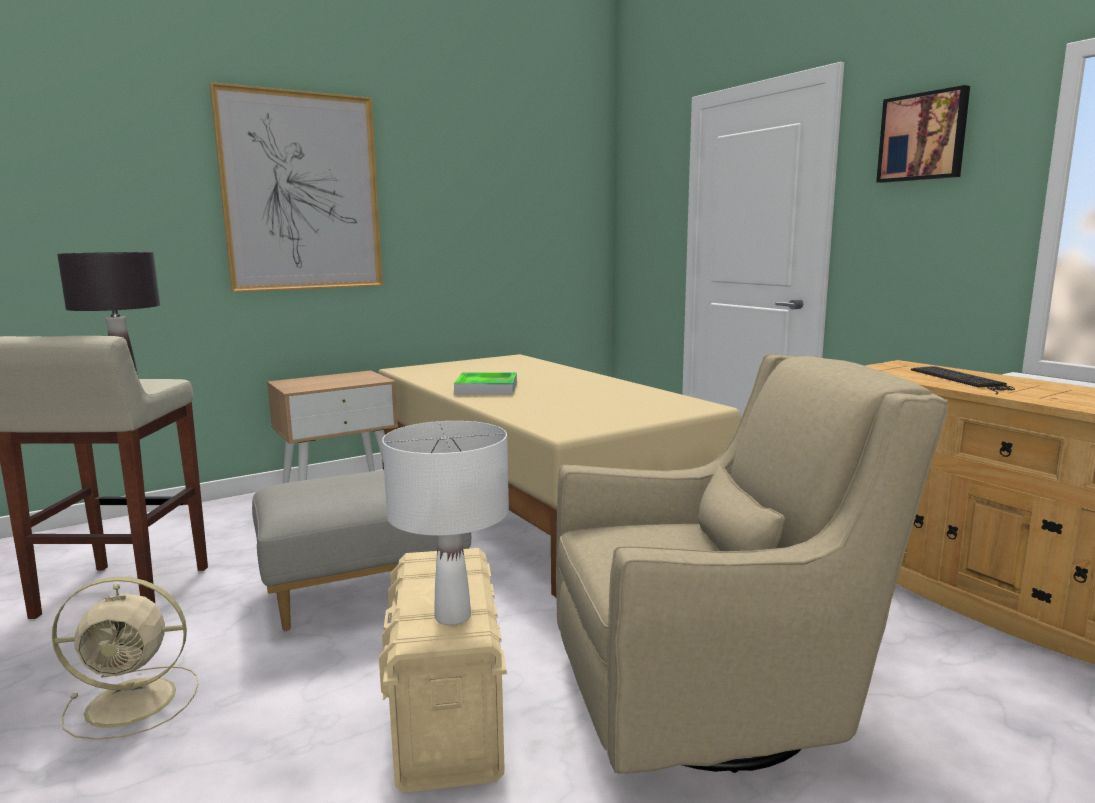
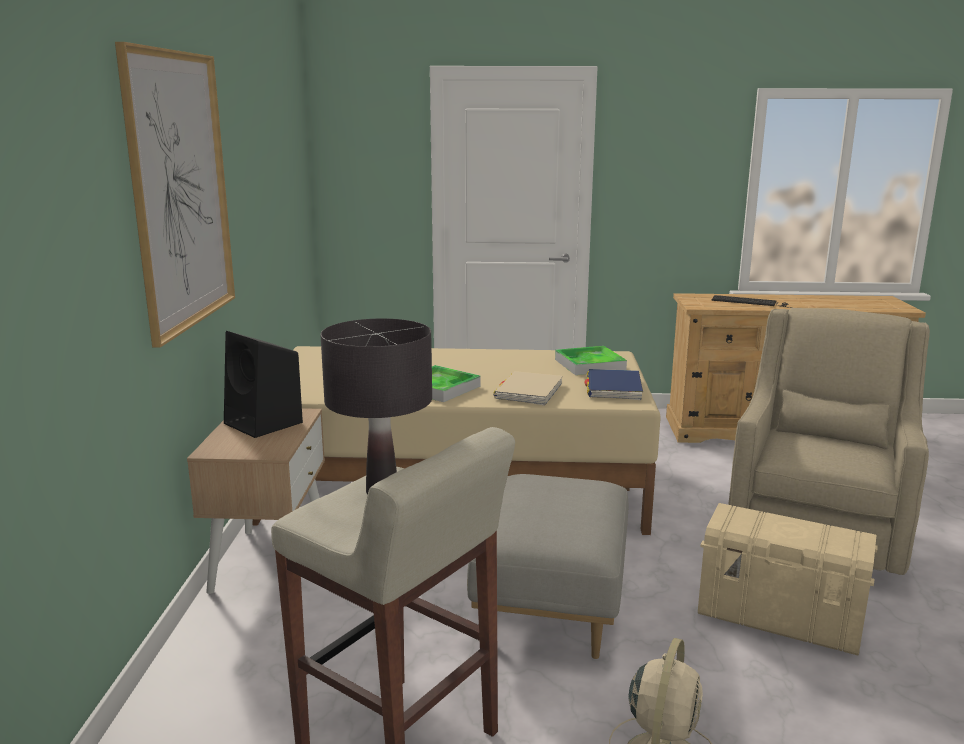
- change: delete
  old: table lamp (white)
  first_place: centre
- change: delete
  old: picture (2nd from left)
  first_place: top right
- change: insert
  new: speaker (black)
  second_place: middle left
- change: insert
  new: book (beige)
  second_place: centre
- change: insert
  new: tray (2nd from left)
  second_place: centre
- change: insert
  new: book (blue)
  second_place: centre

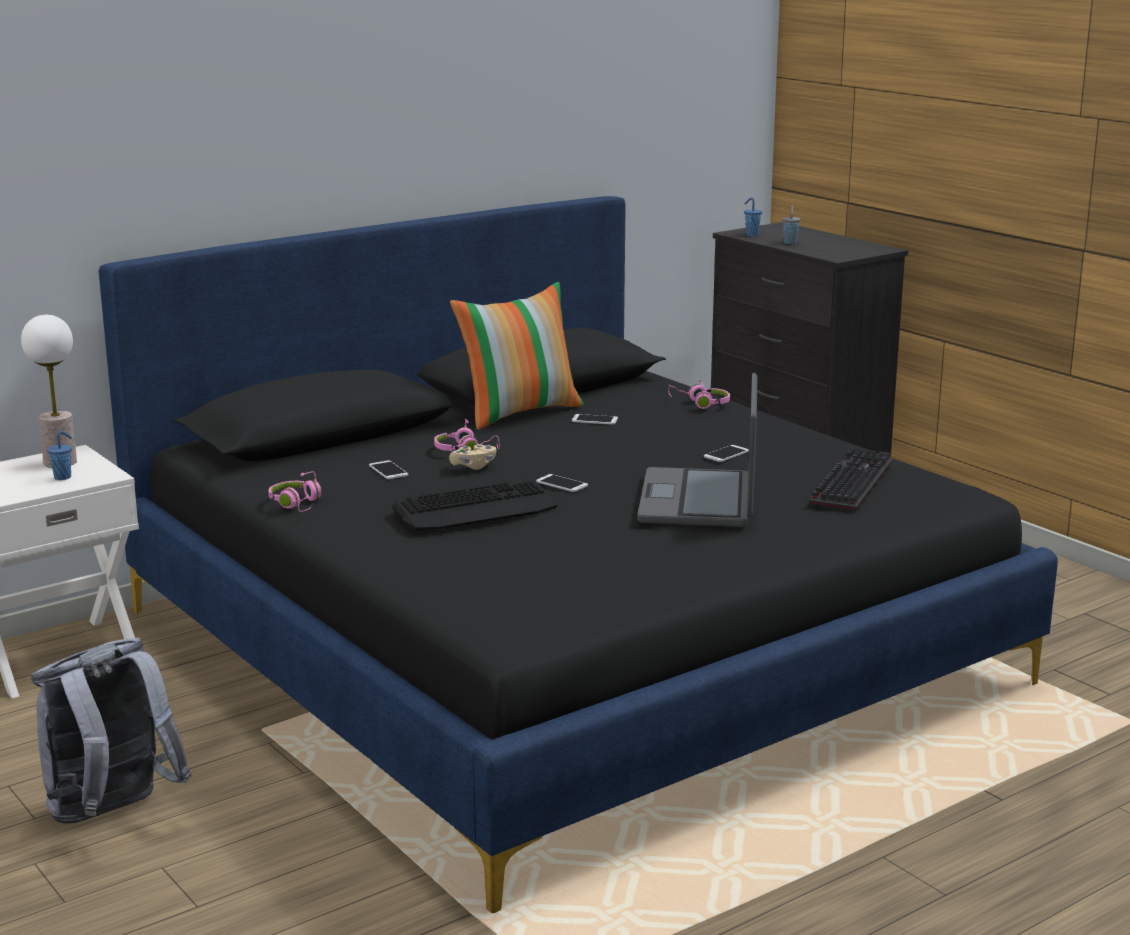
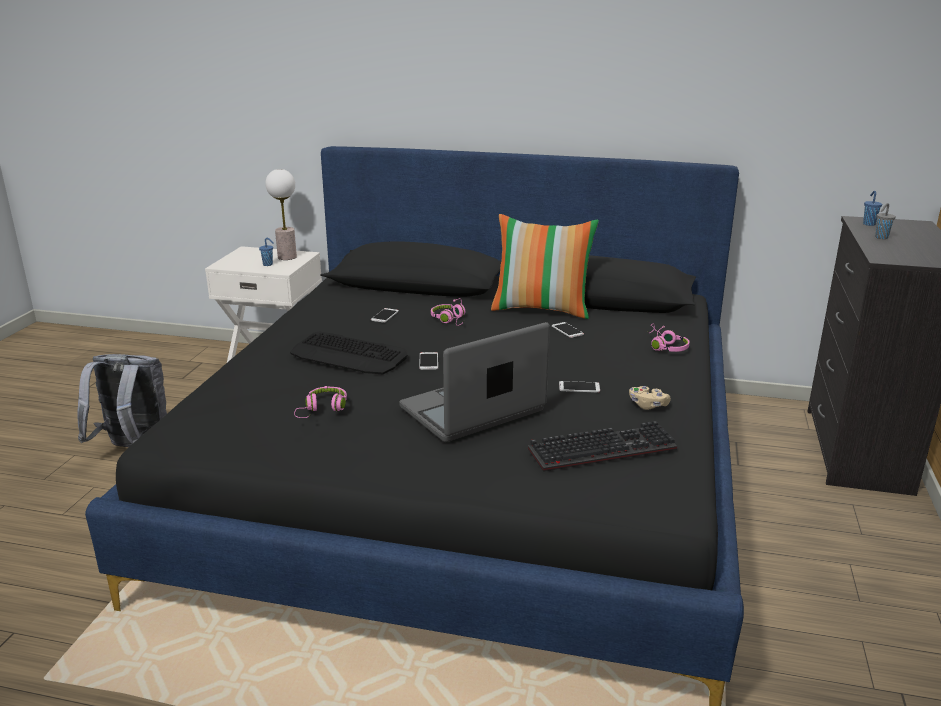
- change: move
  old: headphones (pink) (1st from left)
  first_place: middle left
  second_place: centre
- change: move
  old: game controller (beige)
  first_place: centre
  second_place: middle right

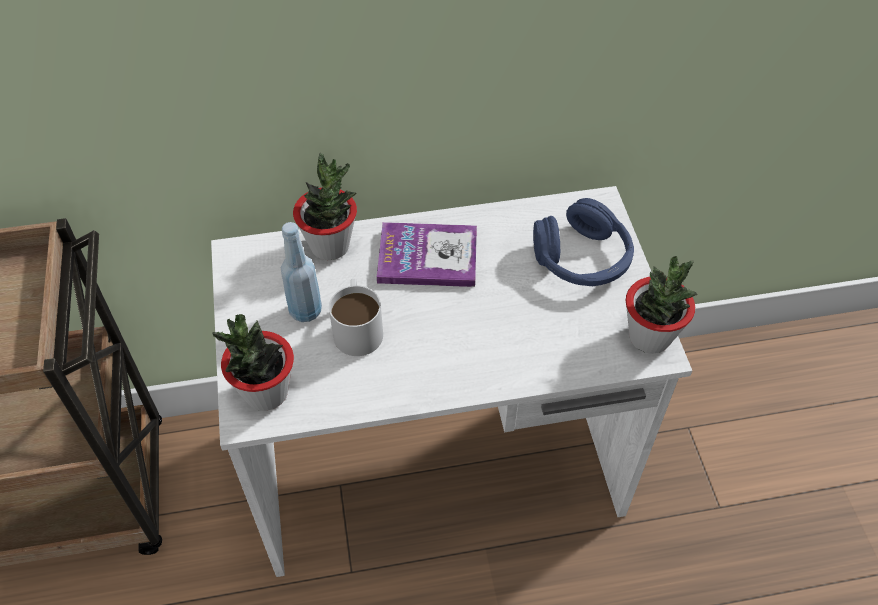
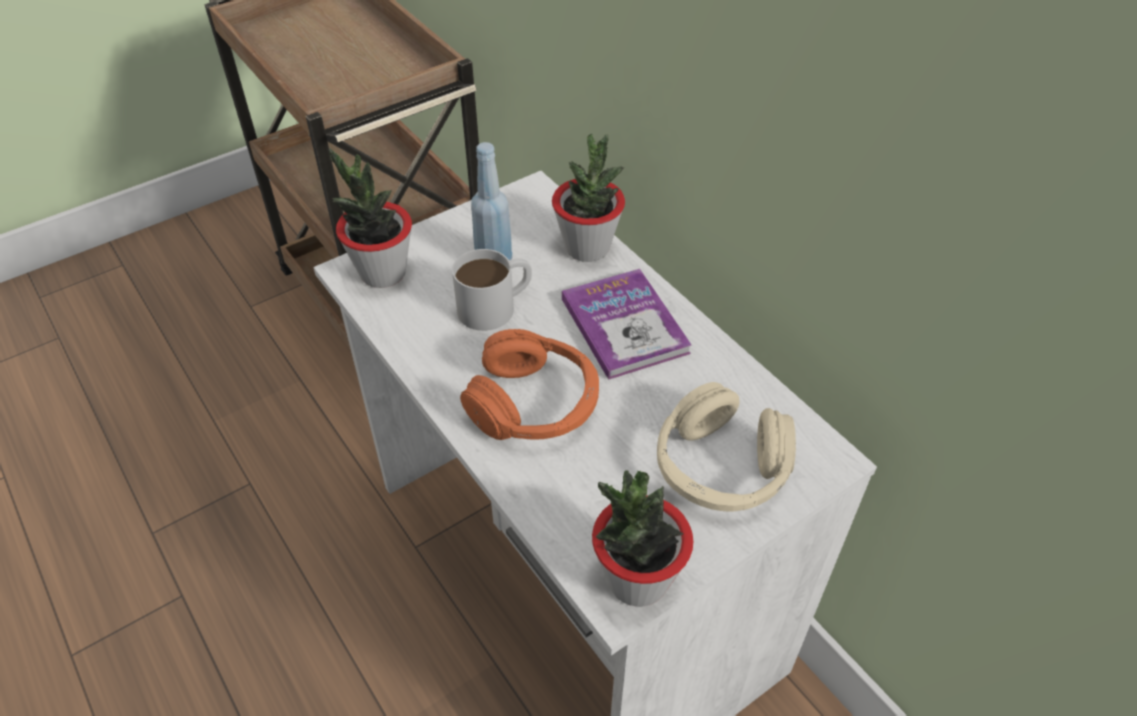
- change: recolor
  old: headphones (blue)
  new: headphones (beige)
  first_place: centre
  second_place: centre
- change: insert
  new: headphones (orange)
  second_place: centre

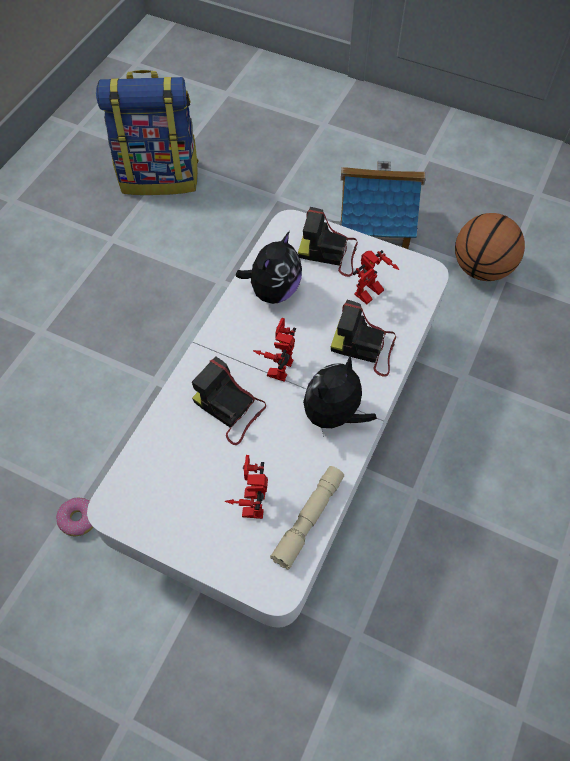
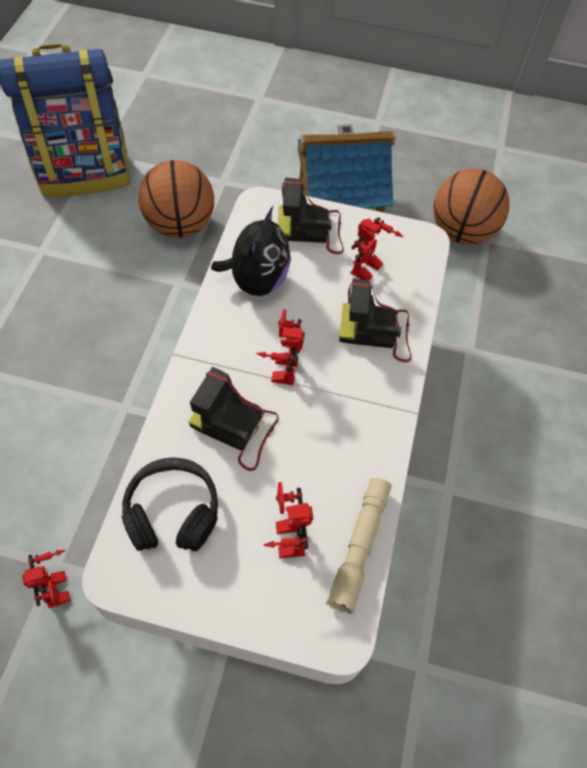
- change: replace
  old: donut
  new: toy robot (1st from left)
  first_place: bottom left
  second_place: bottom left
- change: delete
  old: plush toy (2nd from left)
  first_place: centre
- change: insert
  new: headphones (black)
  second_place: middle left
- change: insert
  new: basketball (1st from left)
  second_place: top left

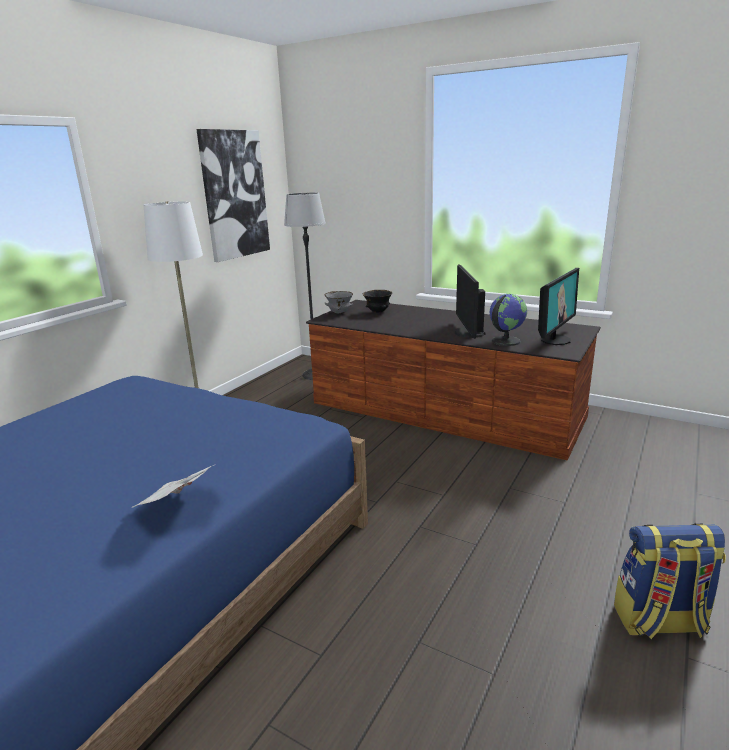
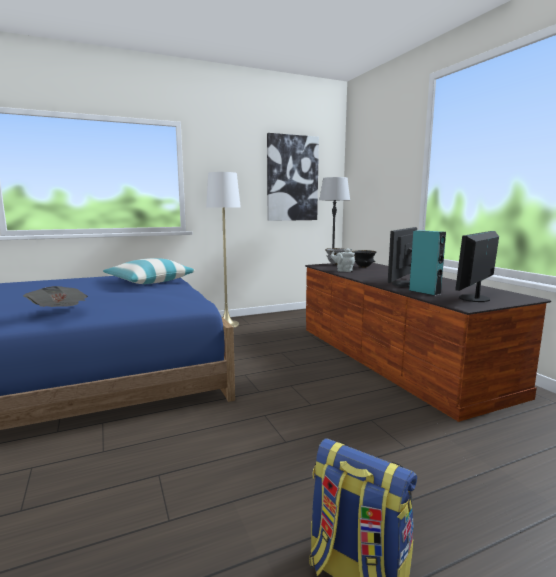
- change: replace
  old: globe
  new: speaker (turquoise)
  first_place: middle right
  second_place: middle right
- change: rotate
  old: monitor (2nd from left)
  first_place: middle right
  second_place: middle right
  degrees: 150
- change: insert
  new: pillow
  second_place: middle left
- change: insert
  new: teapot (grey)
  second_place: centre

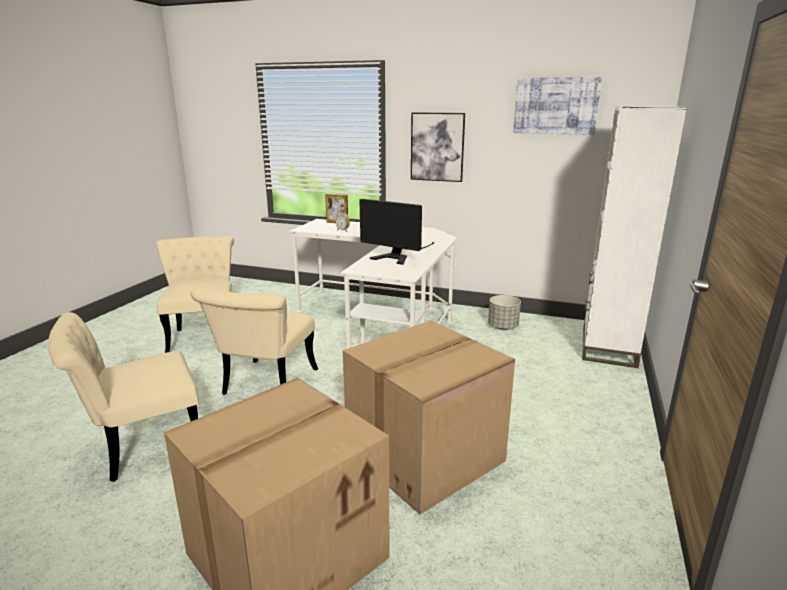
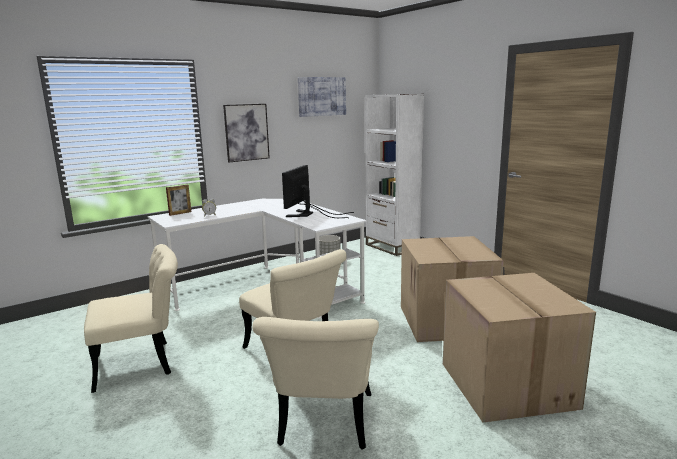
- change: rotate
  old: chair (beige) (2nd from left in the first image)
  first_place: middle left
  second_place: bottom left
  degrees: 135
- change: rotate
  old: monitor
  first_place: centre
  second_place: centre
  degrees: 135

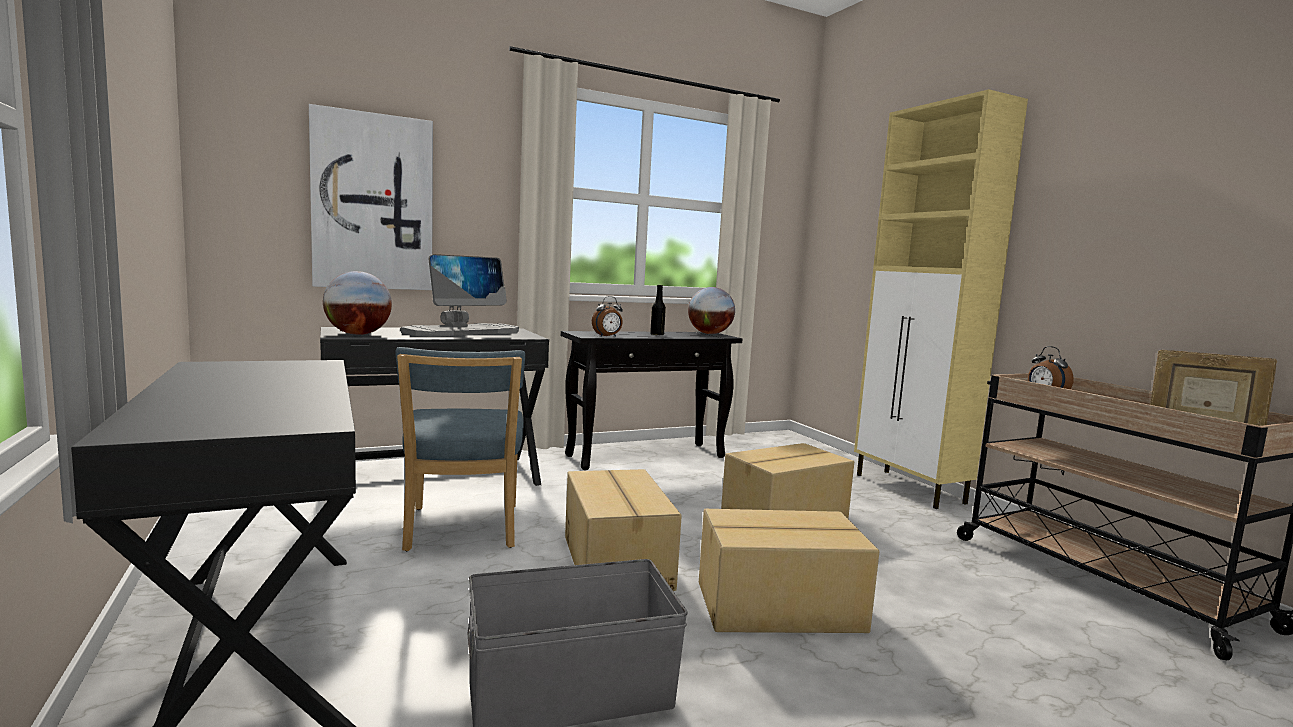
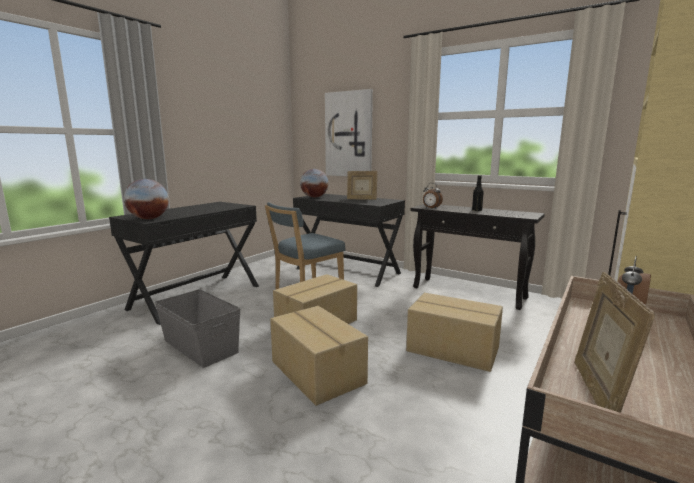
- change: replace
  old: monitor
  new: picture frame (1st from left)
  first_place: centre
  second_place: centre
- change: move
  old: globe (2nd from left in the first image)
  new: globe (1st from left)
  first_place: centre
  second_place: middle left

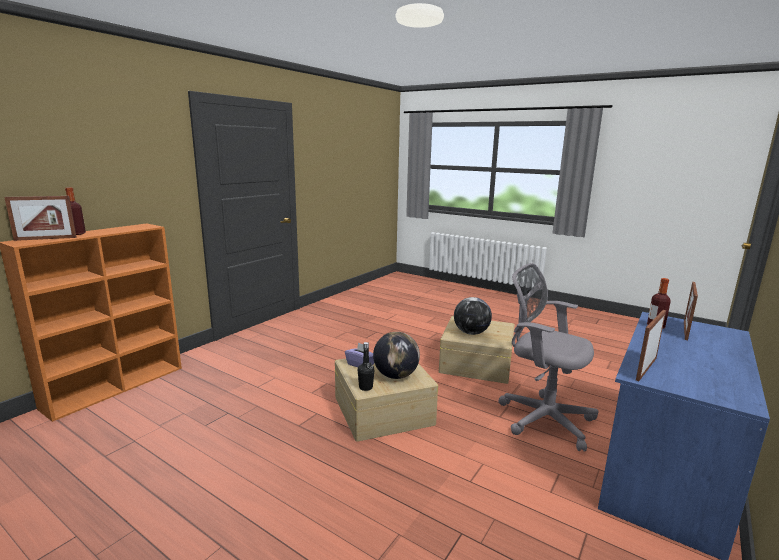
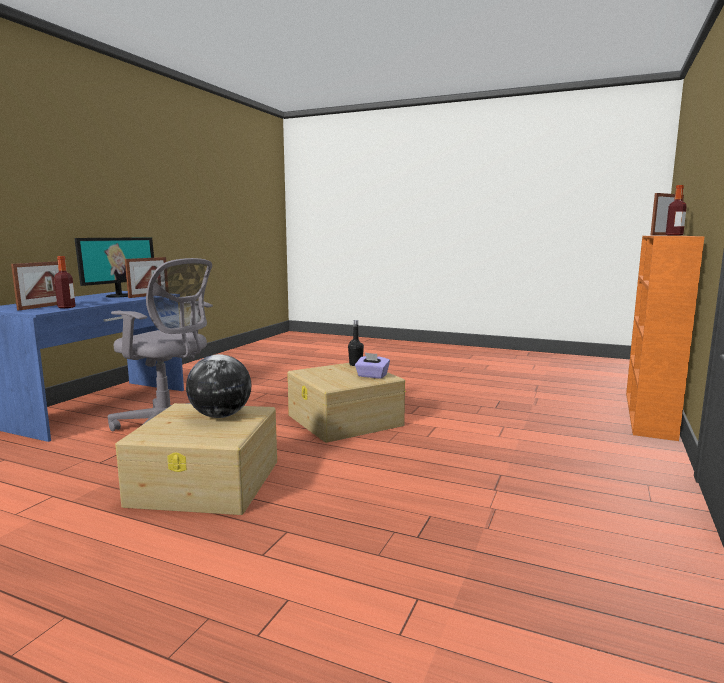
- change: delete
  old: globe (1st from left)
  first_place: centre
- change: insert
  new: monitor
  second_place: middle left

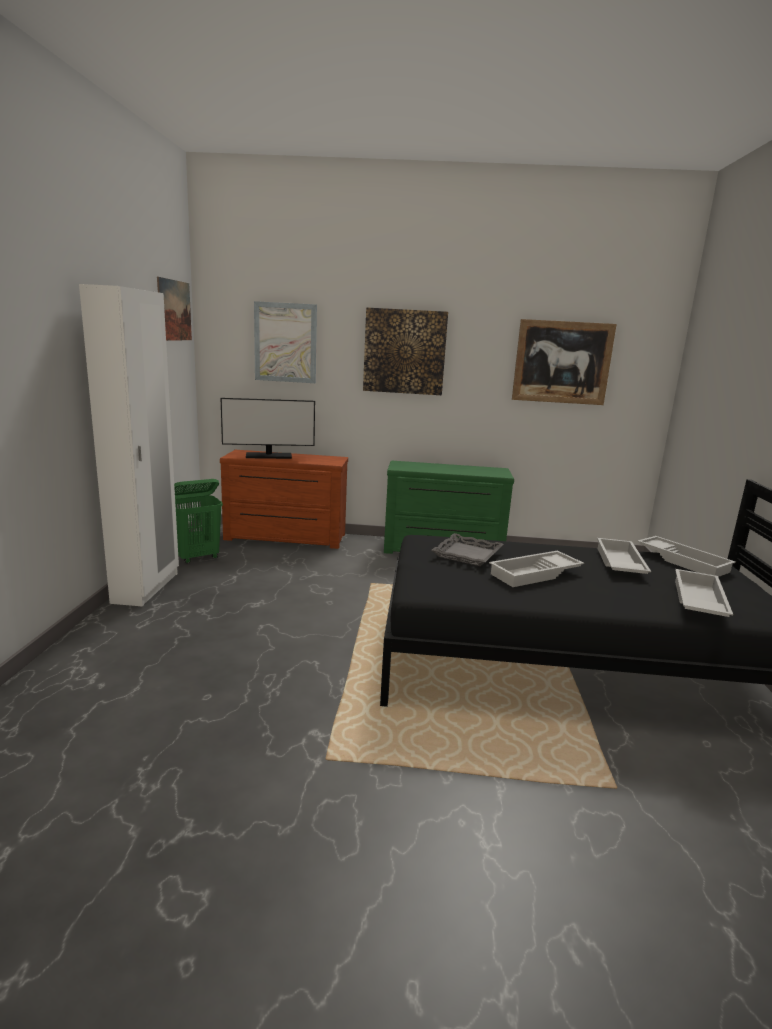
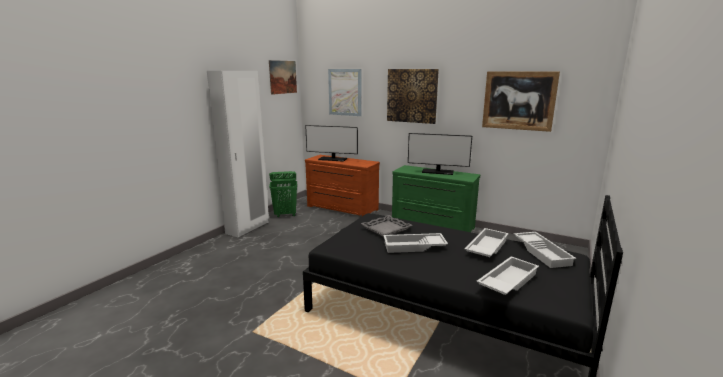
- change: insert
  new: monitor (2nd from left)
  second_place: centre

